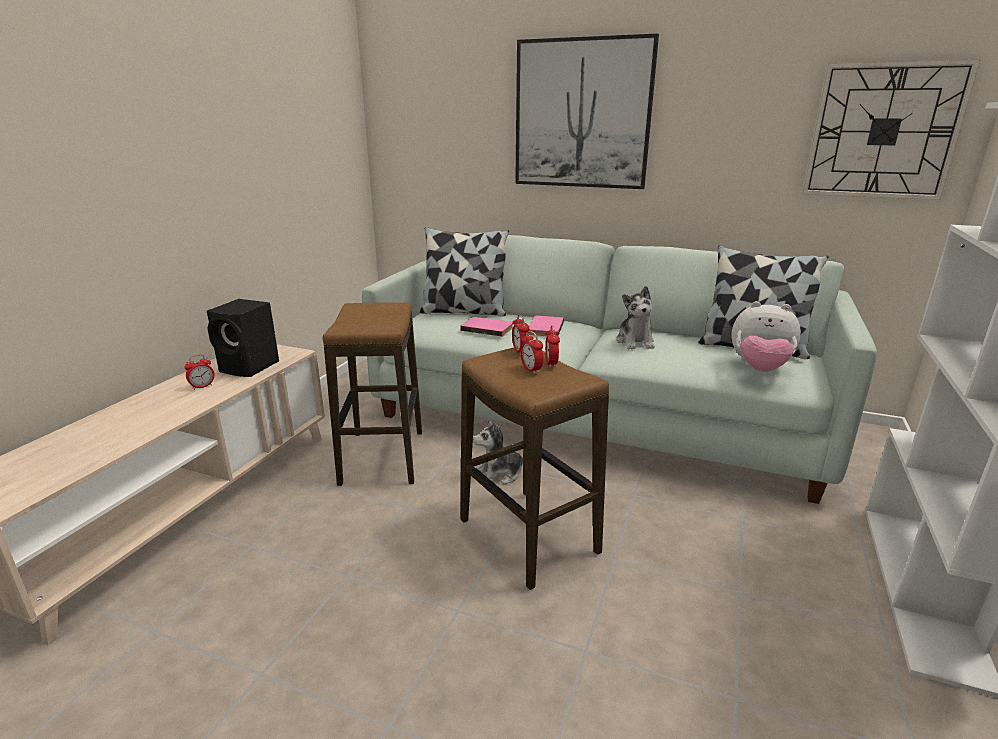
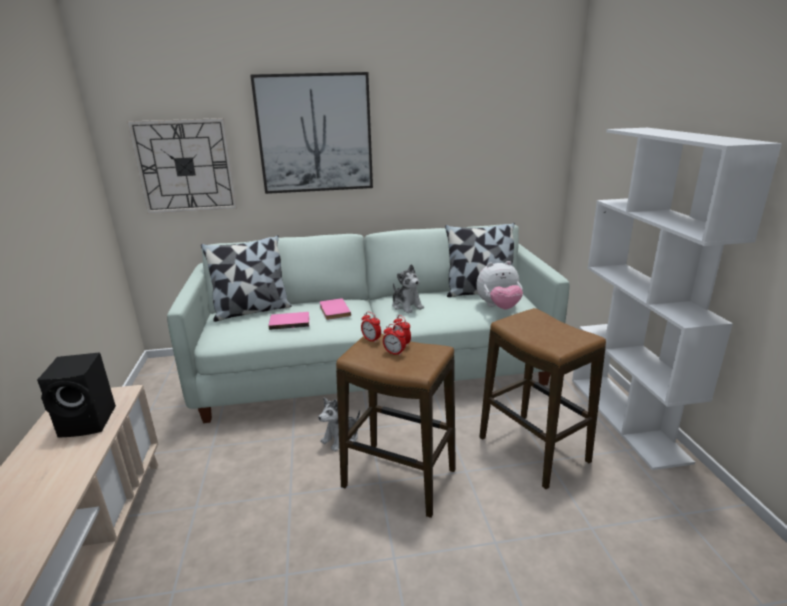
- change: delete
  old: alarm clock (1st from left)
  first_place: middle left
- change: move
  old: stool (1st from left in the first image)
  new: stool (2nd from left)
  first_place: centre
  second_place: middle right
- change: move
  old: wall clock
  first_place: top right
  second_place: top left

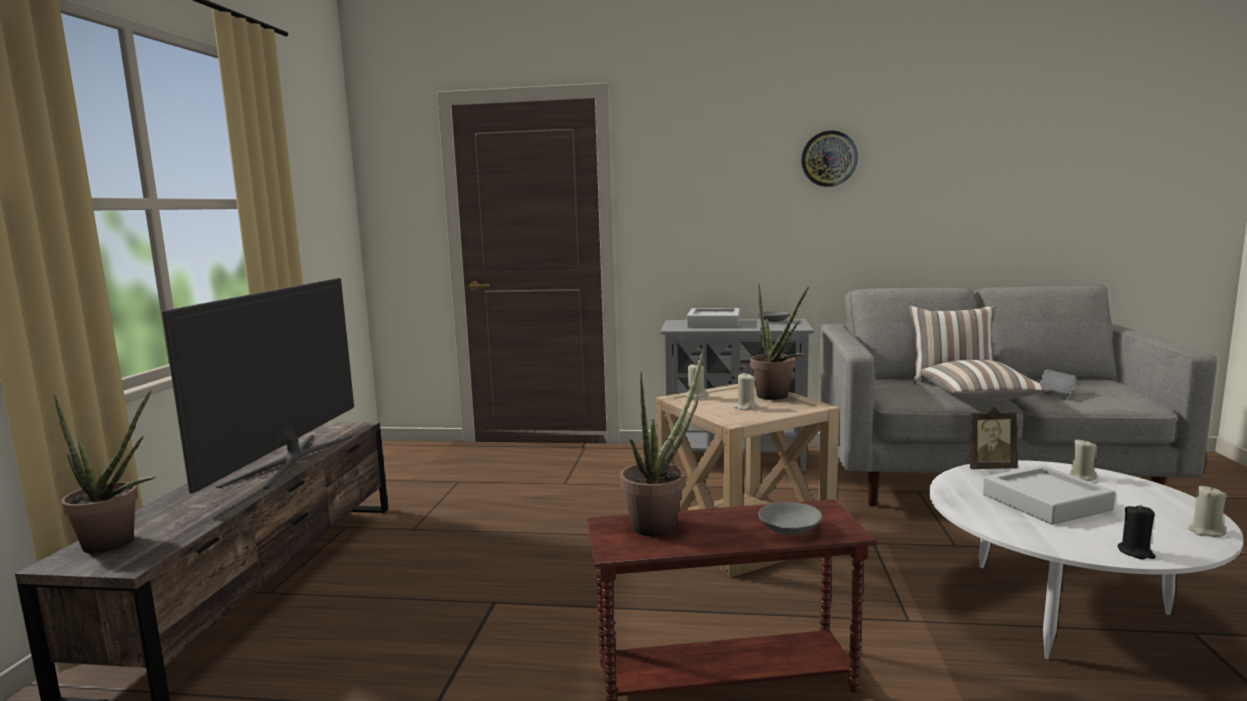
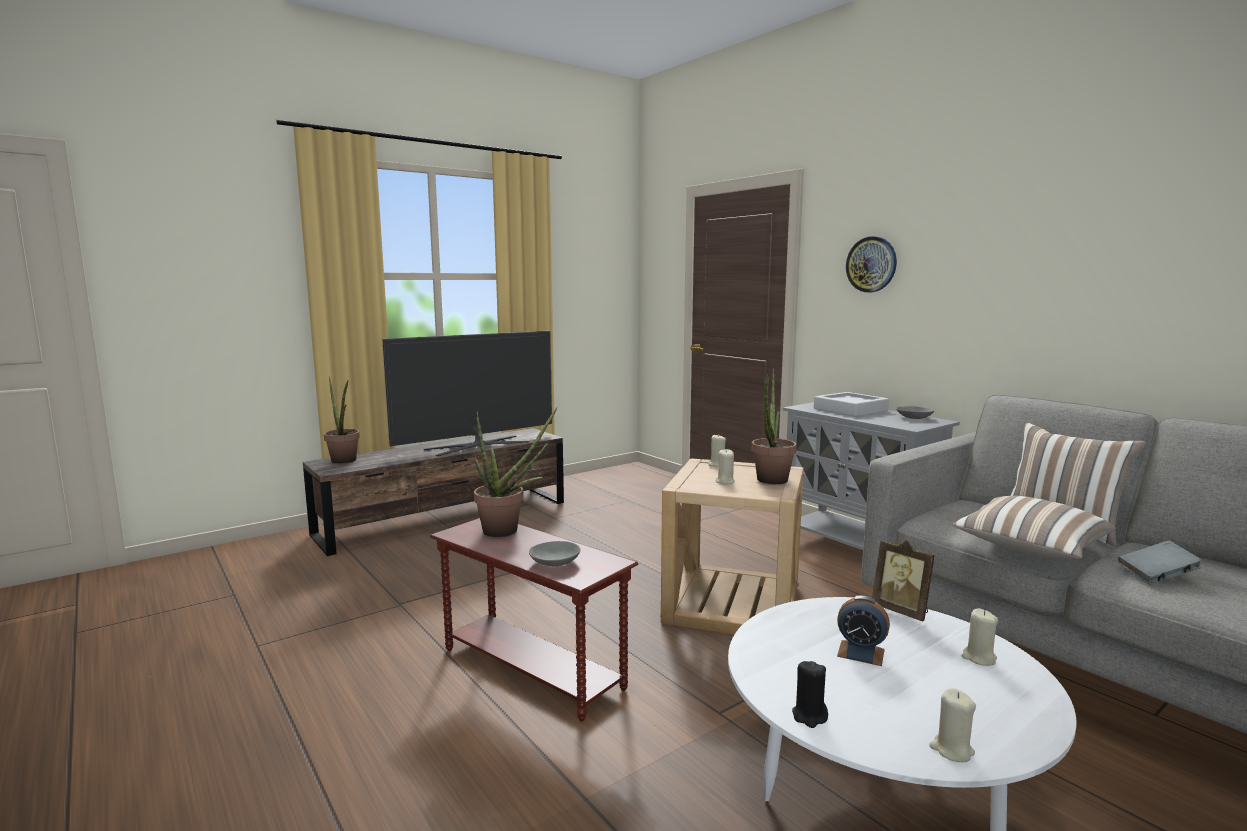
- change: move
  old: wall clock
  first_place: top centre
  second_place: top right
- change: replace
  old: tray (grey) (2nd from left)
  new: alarm clock
  first_place: bottom right
  second_place: bottom right

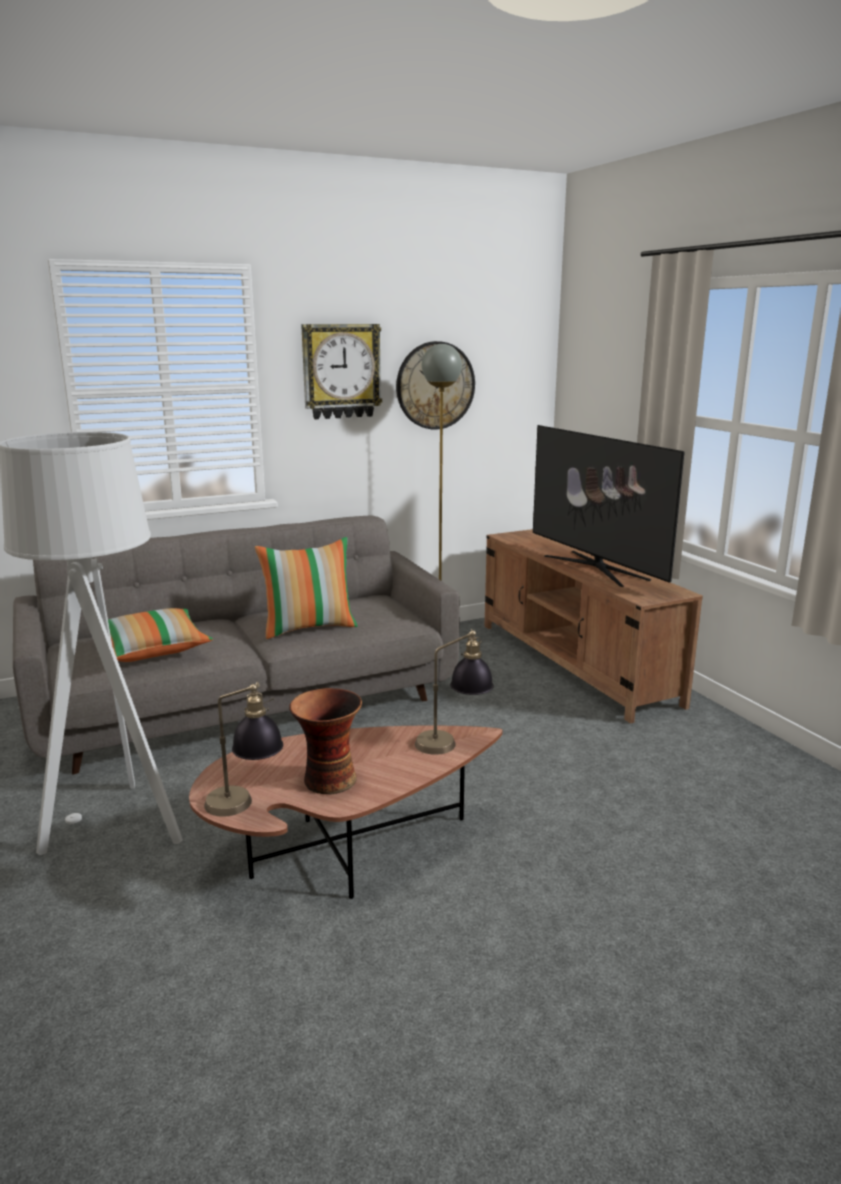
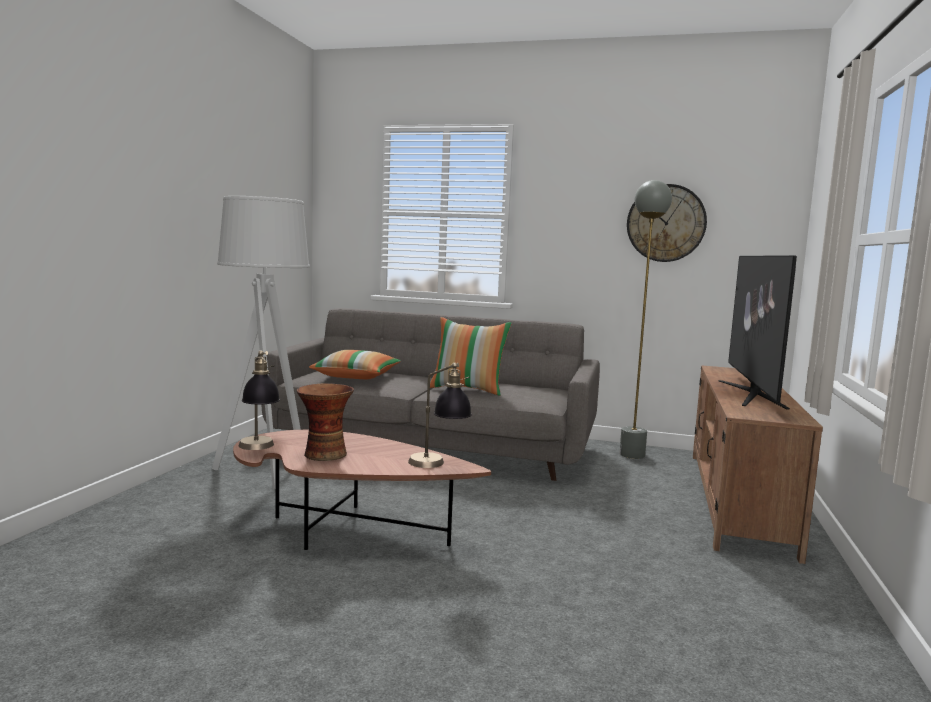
- change: delete
  old: wall clock (1st from left)
  first_place: top centre

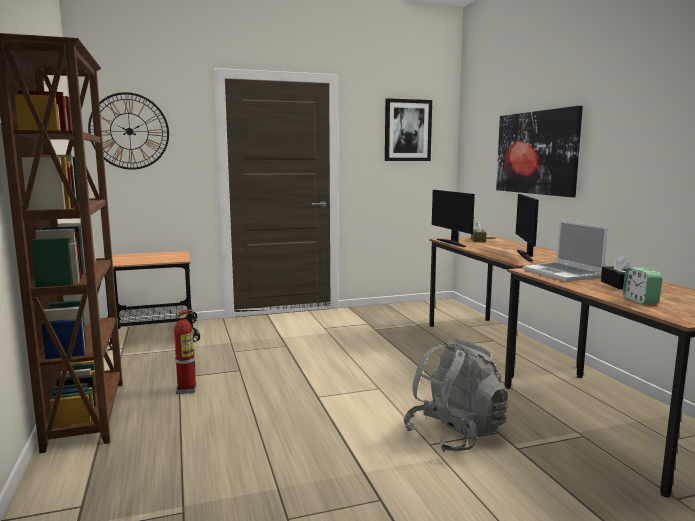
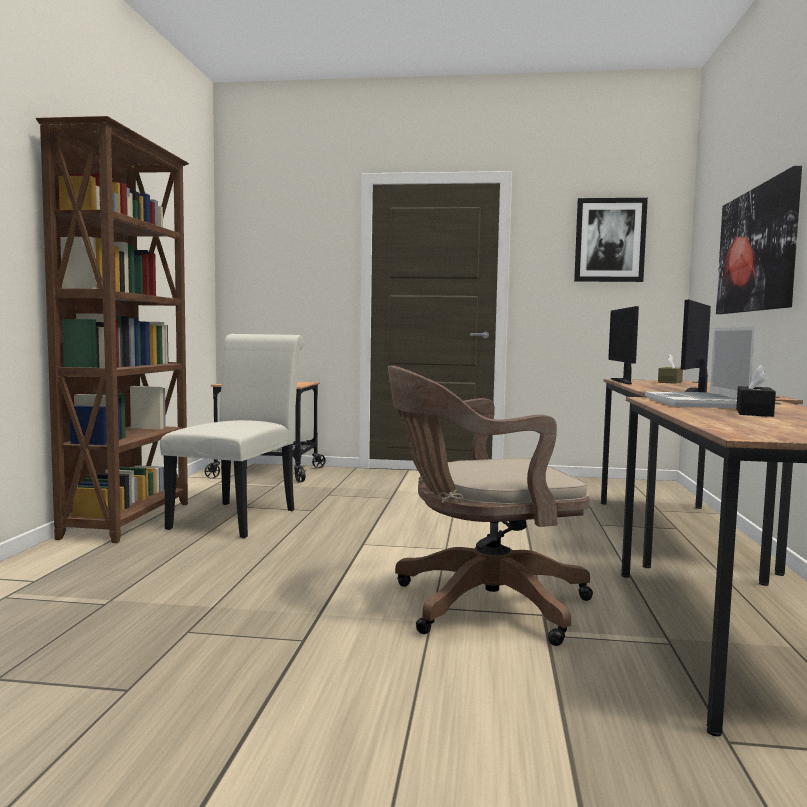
- change: delete
  old: wall clock
  first_place: top left
- change: replace
  old: fire extinguisher
  new: chair (white)
  first_place: bottom left
  second_place: middle left
- change: replace
  old: backpack (grey)
  new: office chair (brown)
  first_place: bottom centre
  second_place: centre
- change: delete
  old: alarm clock
  first_place: middle right

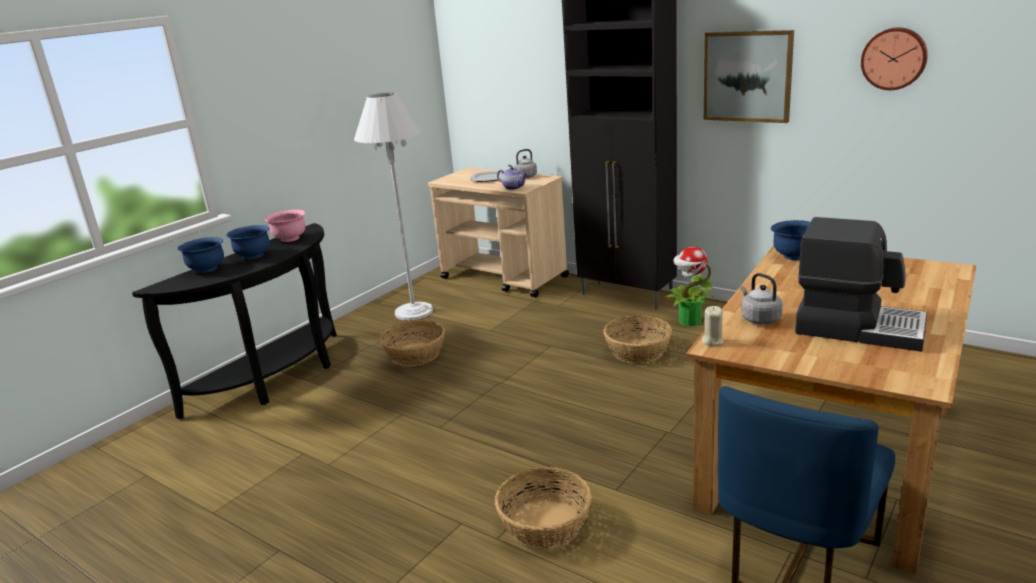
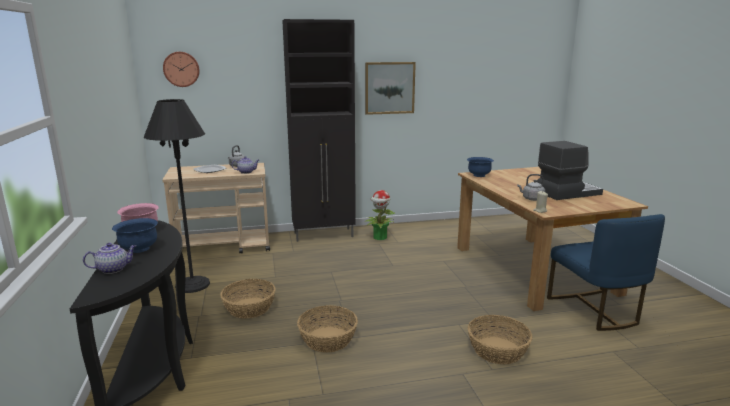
- change: replace
  old: bowl (blue) (1st from left)
  new: teapot (1st from left)
  first_place: middle left
  second_place: middle left
- change: recolor
  old: floor lamp (white)
  new: floor lamp (black)
  first_place: centre
  second_place: middle left
- change: move
  old: basket (3rd from left in the first image)
  new: basket (2nd from left)
  first_place: centre
  second_place: bottom centre
- change: move
  old: wall clock
  first_place: top right
  second_place: top left

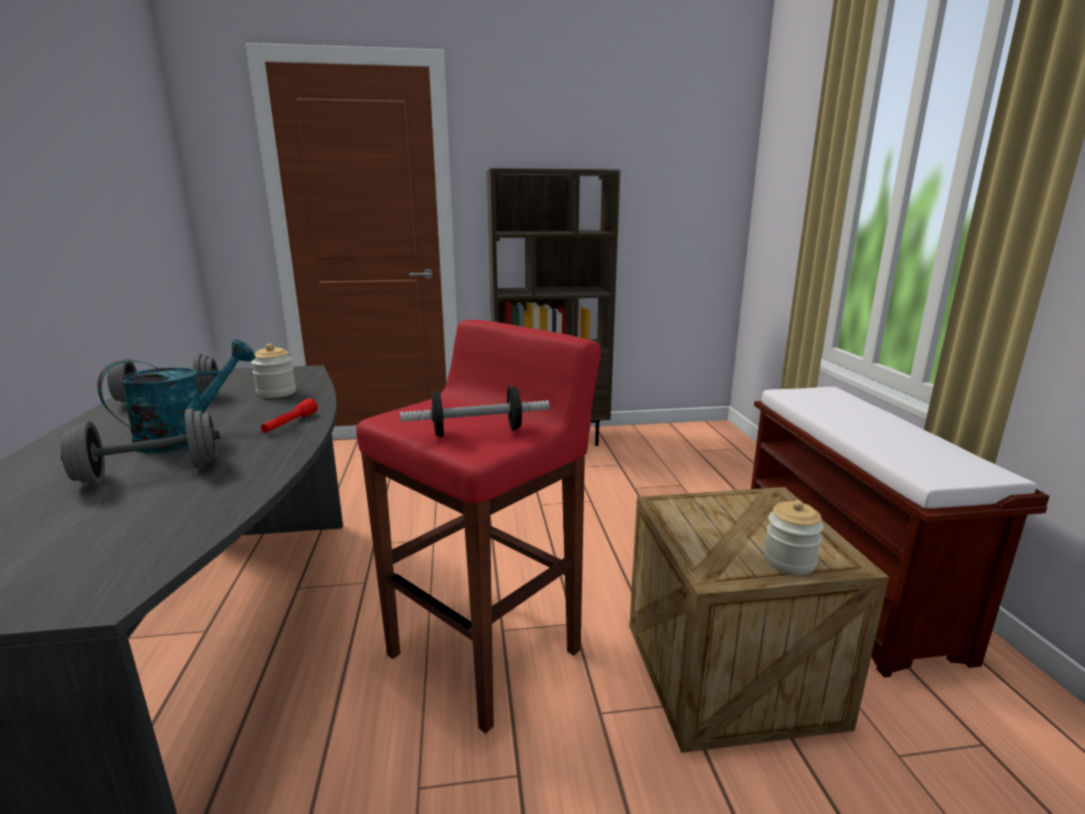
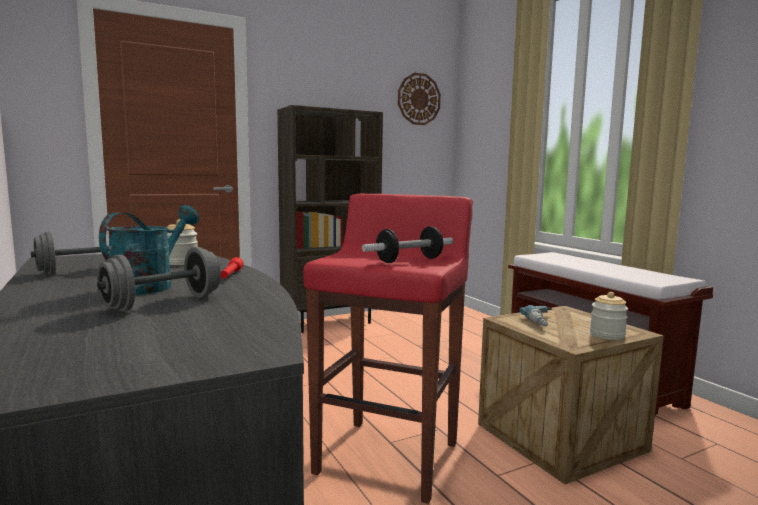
- change: insert
  new: wall clock
  second_place: top centre
- change: insert
  new: power drill
  second_place: middle right

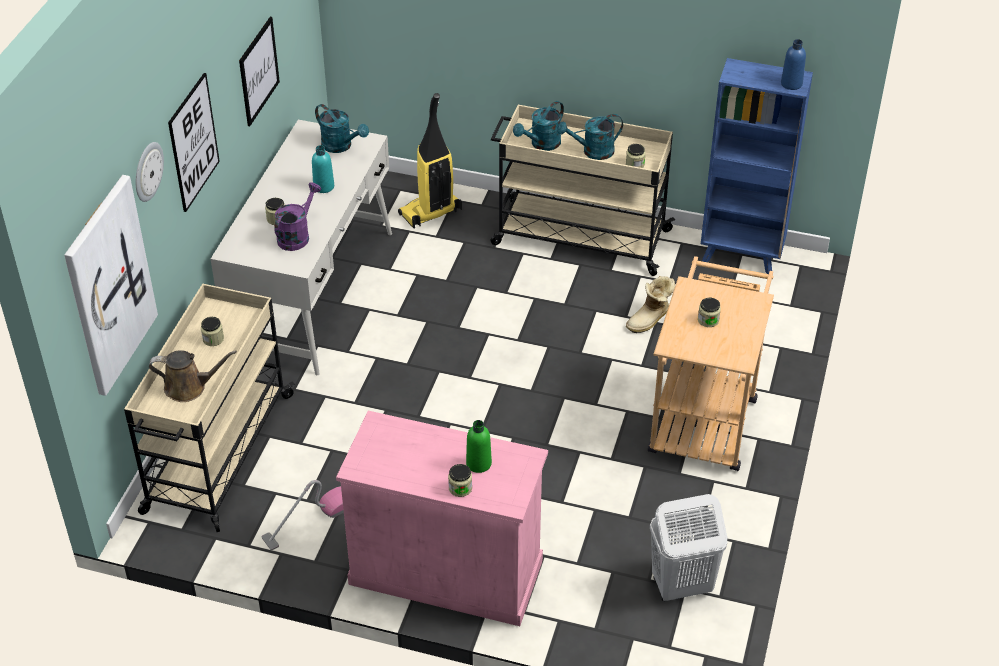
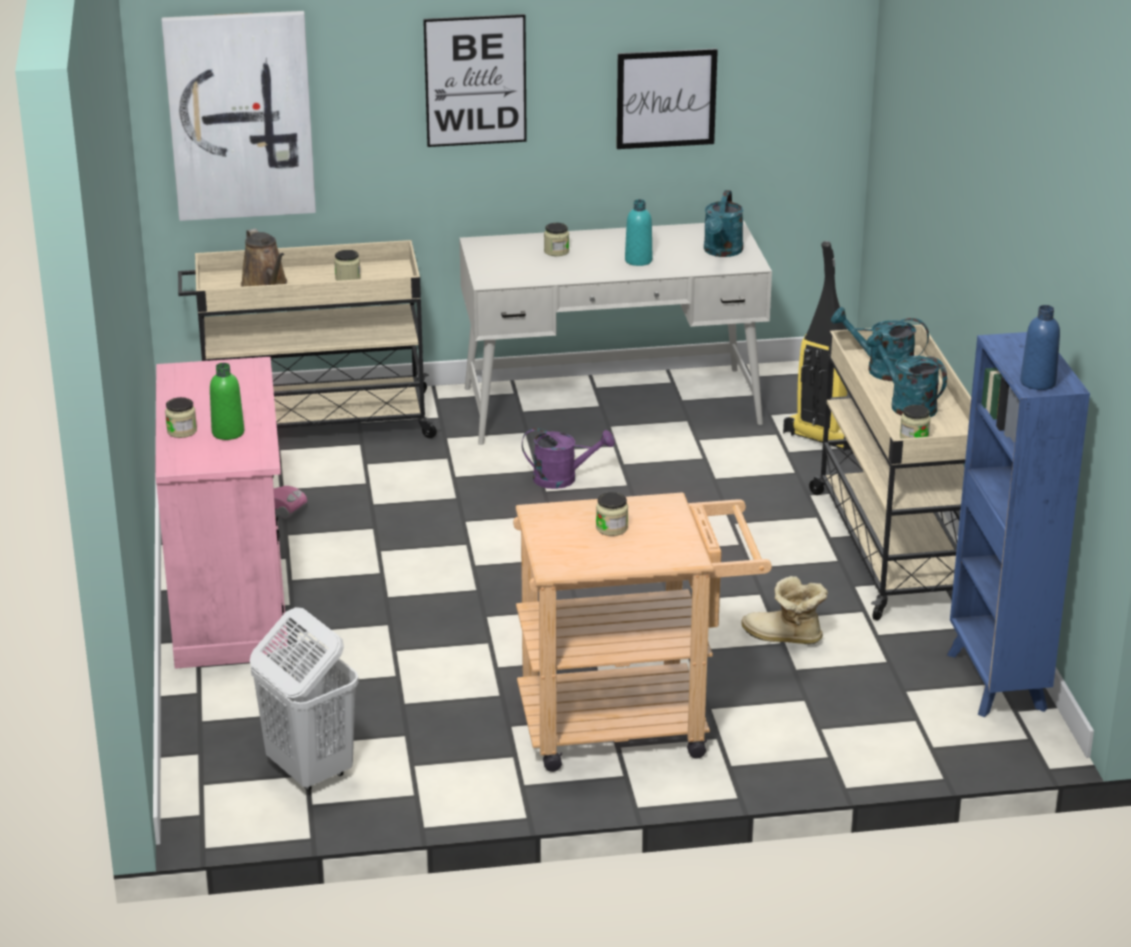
- change: delete
  old: wall clock
  first_place: top left
- change: move
  old: watering can (purple)
  first_place: top left
  second_place: centre

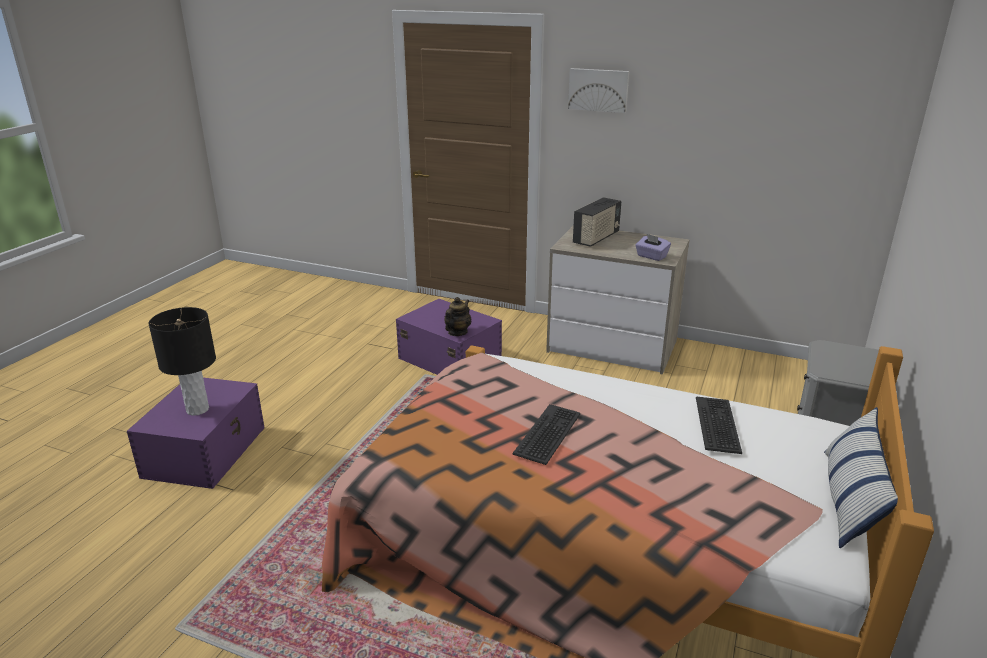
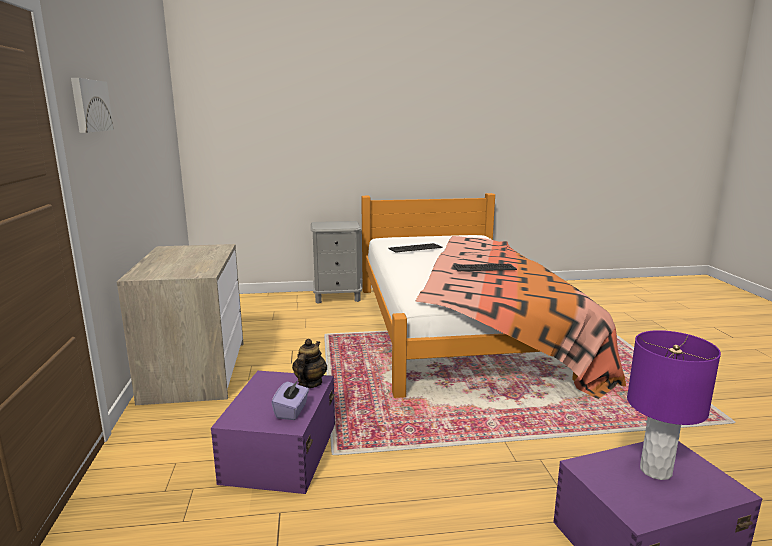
- change: recolor
  old: table lamp (black)
  new: table lamp (purple)
  first_place: middle left
  second_place: bottom right
- change: rotate
  old: teapot
  first_place: centre
  second_place: centre
  degrees: 105
- change: delete
  old: radio
  first_place: centre
- change: move
  old: tissue box (purple)
  first_place: centre
  second_place: bottom centre
- change: delete
  old: pillow
  first_place: bottom right

